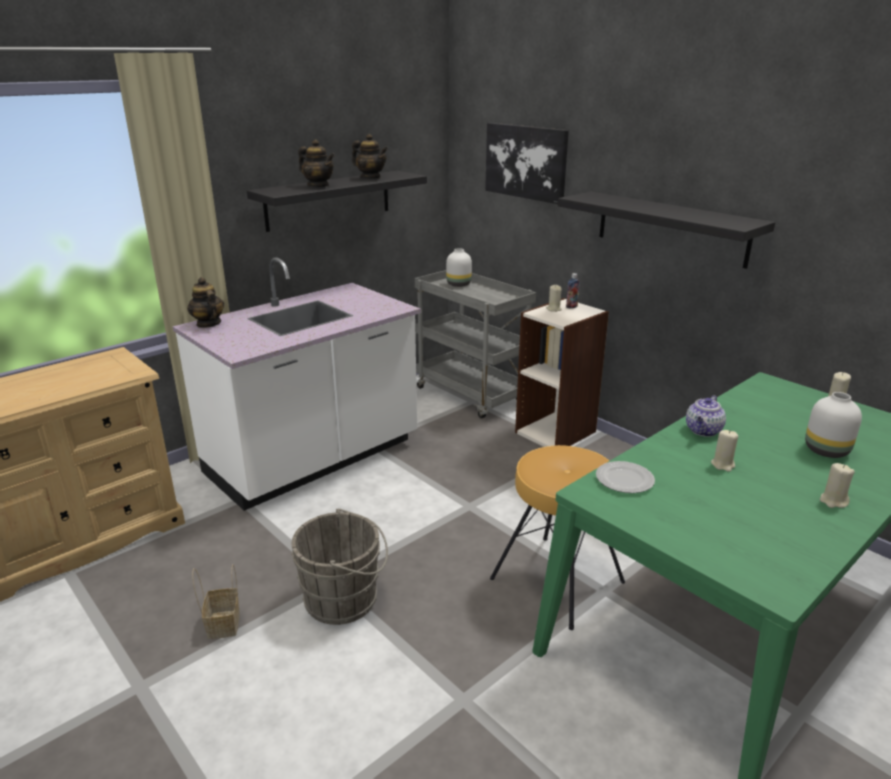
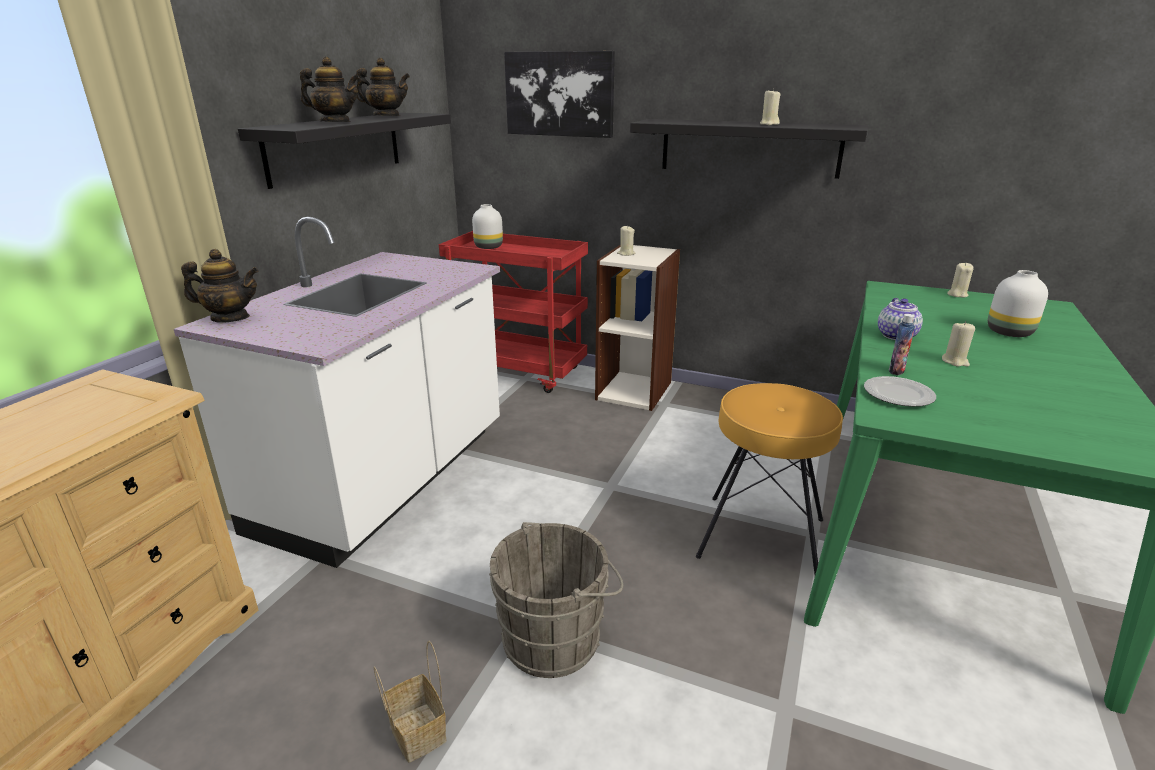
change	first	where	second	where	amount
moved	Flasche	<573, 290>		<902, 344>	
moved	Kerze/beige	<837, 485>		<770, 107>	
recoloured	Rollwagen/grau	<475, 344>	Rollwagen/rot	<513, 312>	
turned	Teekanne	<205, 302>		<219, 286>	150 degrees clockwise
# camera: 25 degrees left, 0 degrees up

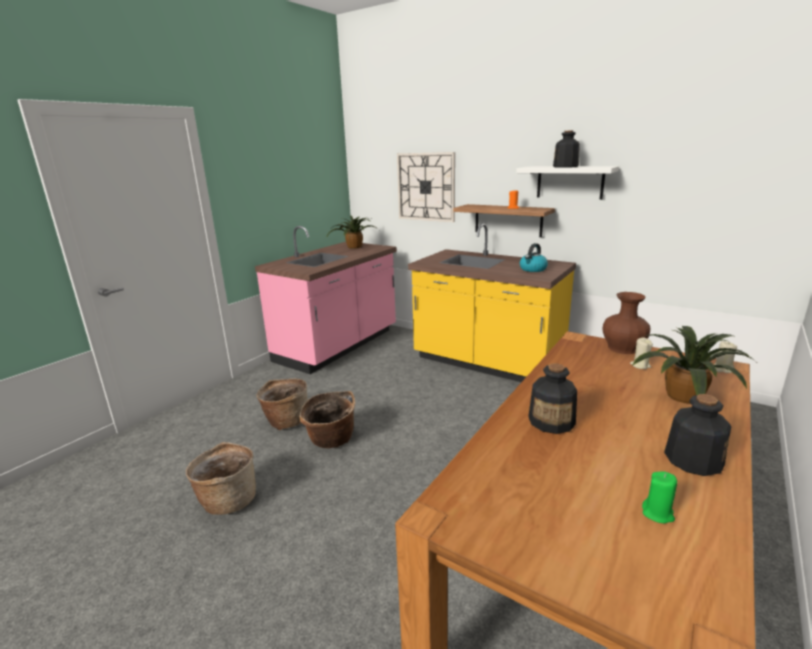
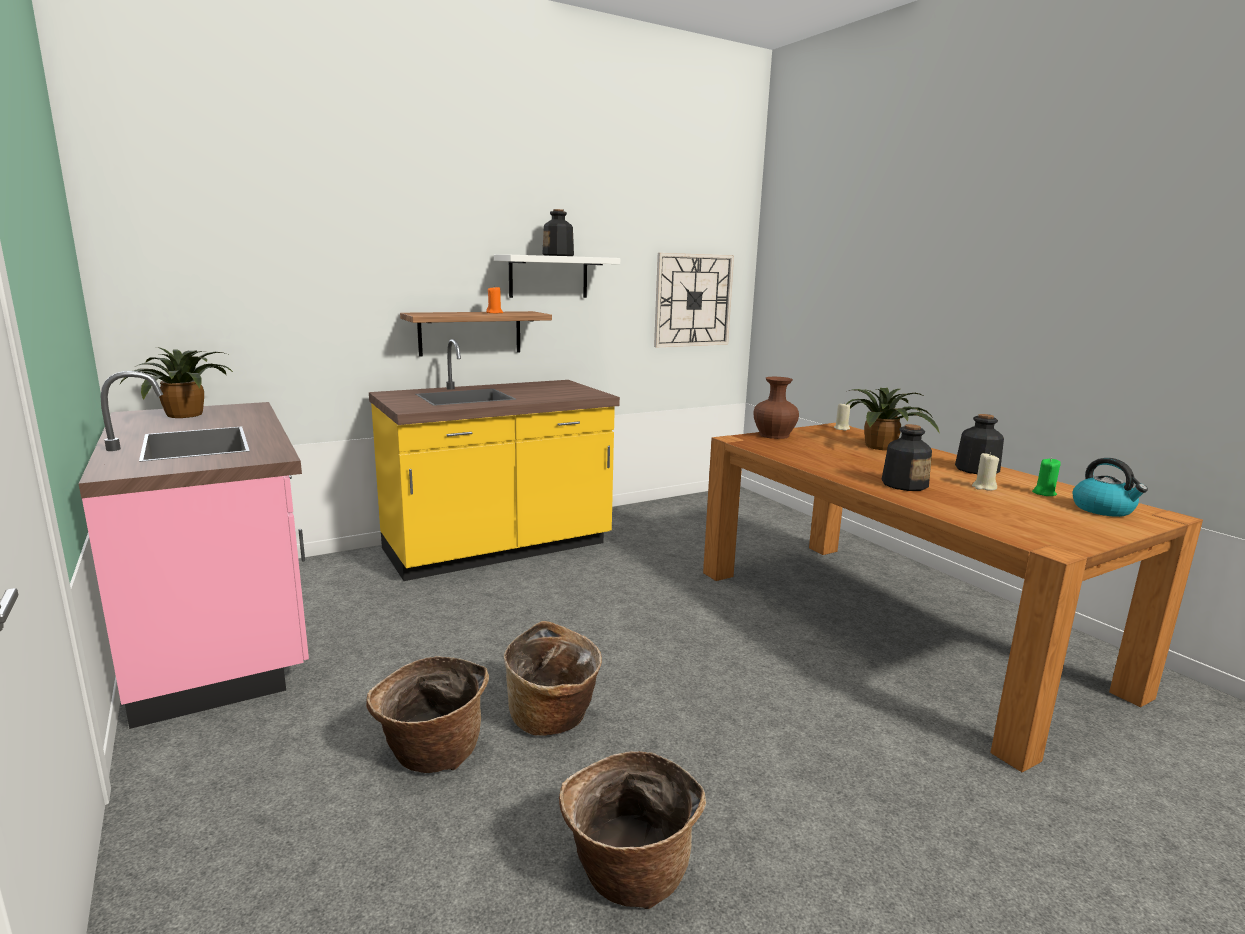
change	first	where	second	where	amount
moved	Wanduhr	<426, 187>		<694, 300>	
moved	Wasserkessel	<534, 257>		<1110, 487>	
moved	Kerze/beige	<641, 353>		<985, 472>	
# camera: 65 degrees left, 5 degrees down

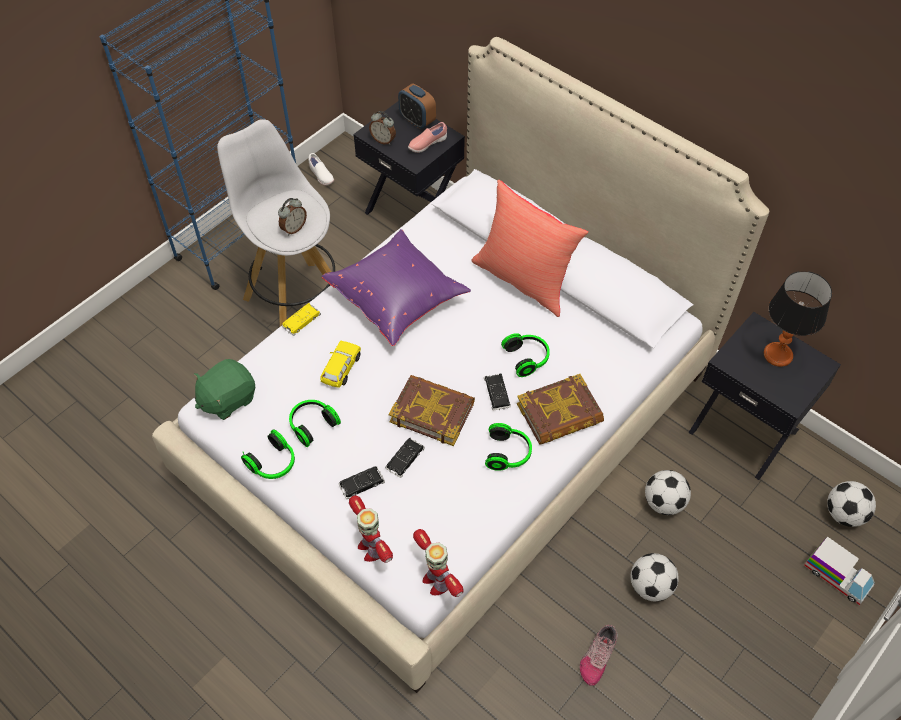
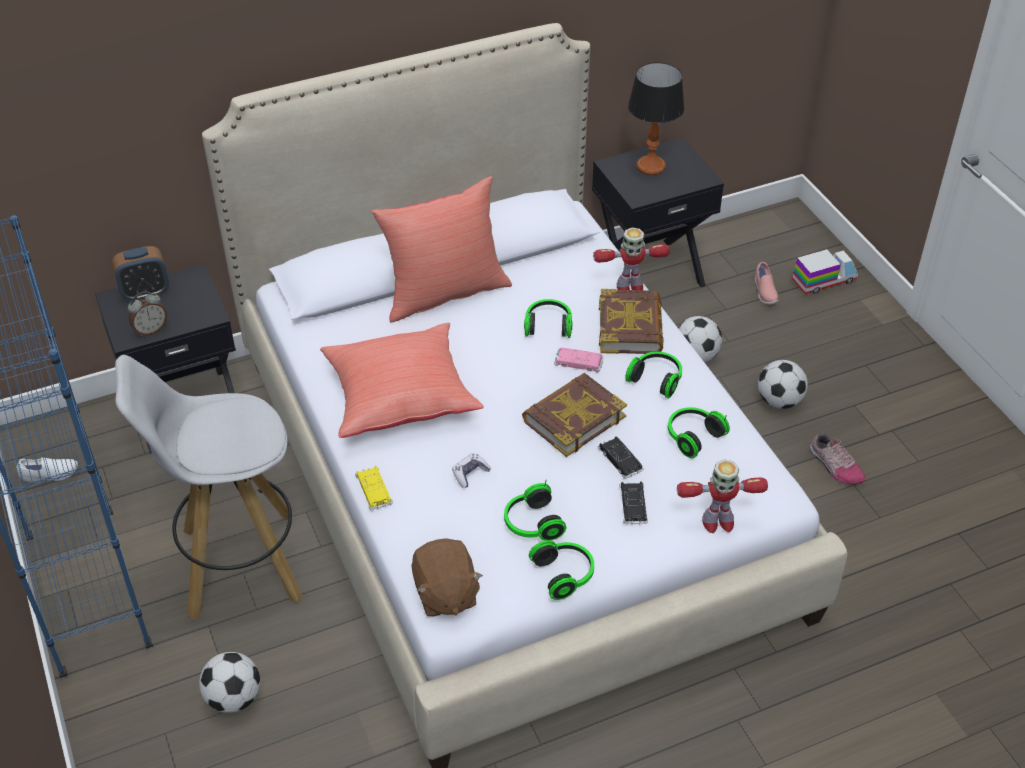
change	first	where	second	where	amount
removed	Wecker	<292, 216>			
added			Kopfhörer	<699, 432>	
moved	Schuh/rosa	<427, 137>		<766, 283>	
moved	Spielzeugroboter	<438, 563>		<631, 259>	
moved	Fußball	<851, 504>		<229, 682>	
replaced	Spielzeugauto/gelb	<340, 364>	Gamepad	<471, 470>	
recoloured	Plüschtier/grün	<224, 389>	Plüschtier/braun	<447, 577>	
recoloured	Kissen/lila	<396, 287>	Kissen/rot	<402, 380>	
recoloured	Spielzeugauto/schwarz	<497, 392>	Spielzeugauto/rosa	<578, 359>	
# camera: 65 degrees left, 10 degrees down

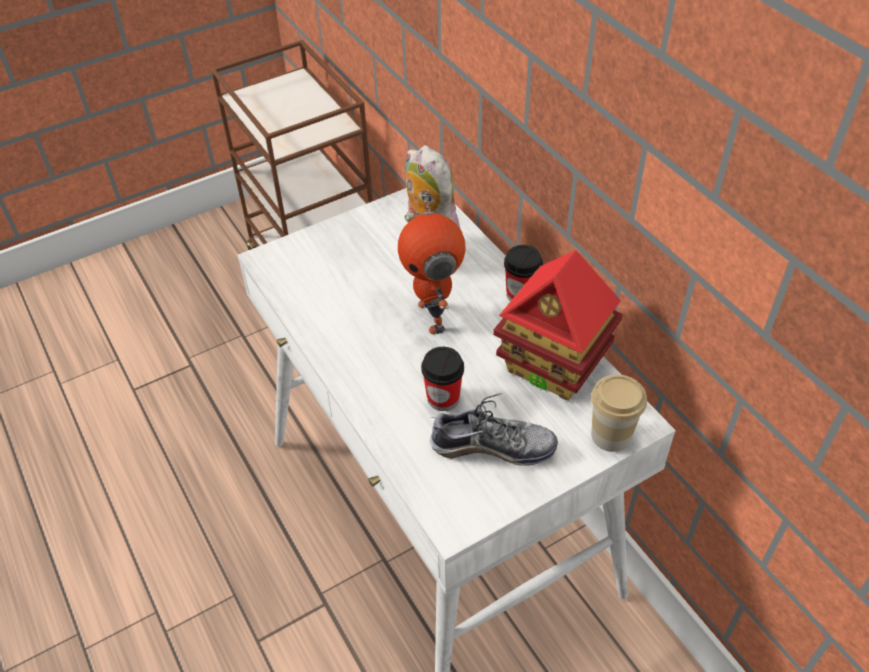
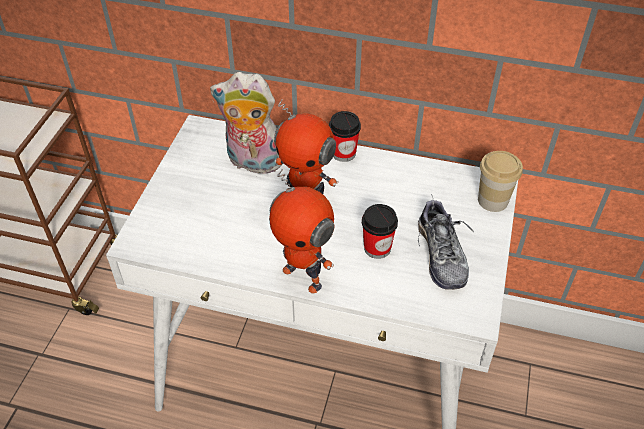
change	first	where	second	where	amount
removed	Spielzeughaus	<558, 325>			
added			Spielzeugroboter	<302, 231>	
turned	Schuh	<494, 429>		<446, 242>	120 degrees clockwise
# camera: 45 degrees left, 0 degrees up

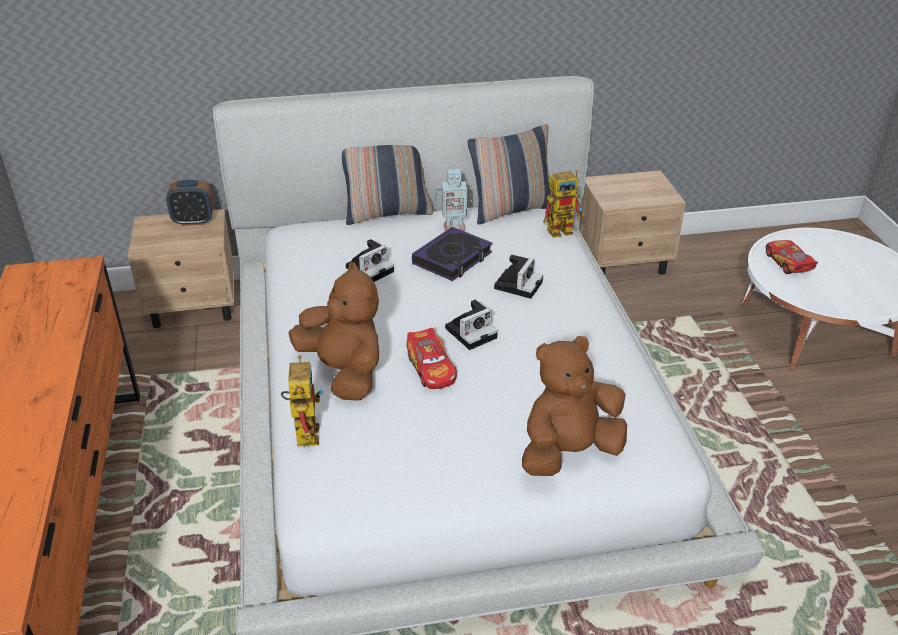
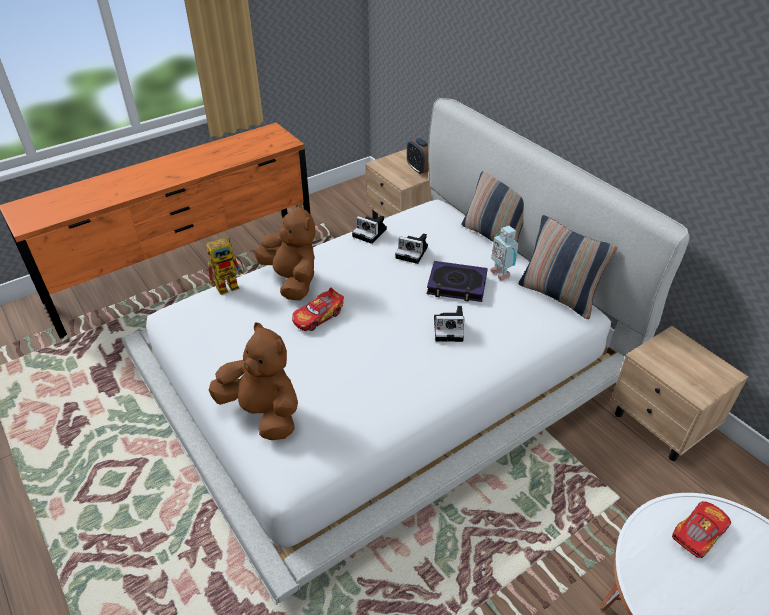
change	first	where	second	where	amount
removed	Spielzeugroboter	<563, 204>			
moved	Kamera	<471, 325>		<369, 229>	
turned	Plüschtier/braun	<334, 331>		<285, 251>	60 degrees counterclockwise
# camera: 65 degrees right, 5 degrees up

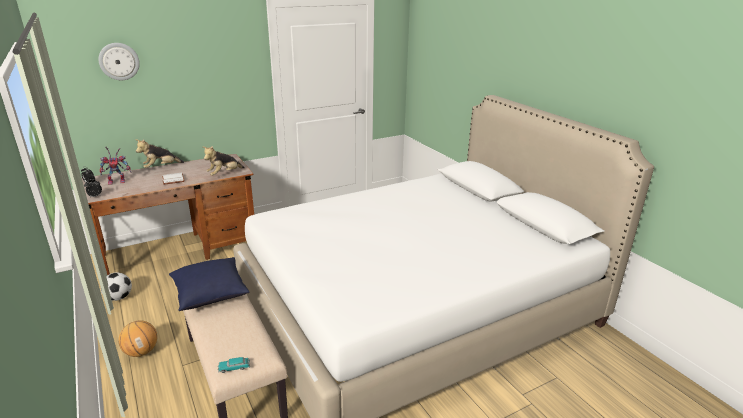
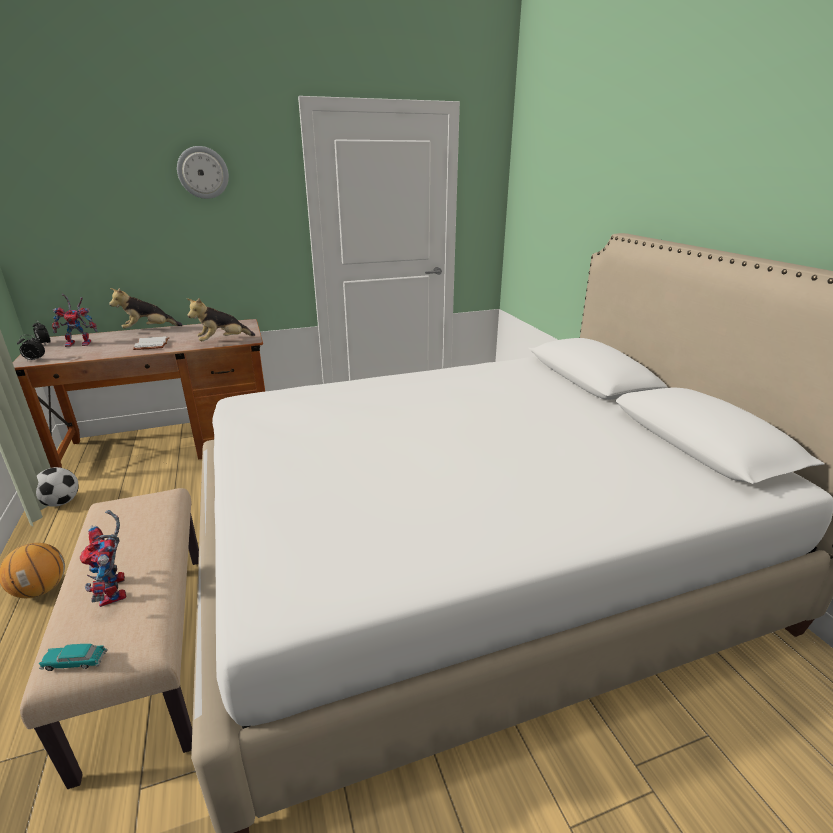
change	first	where	second	where	amount
removed	Kissen/blau	<209, 284>			
added			Spielzeugroboter	<103, 558>	
moved	Wanduhr	<119, 61>		<203, 172>	
# camera: 10 degrees right, 0 degrees up

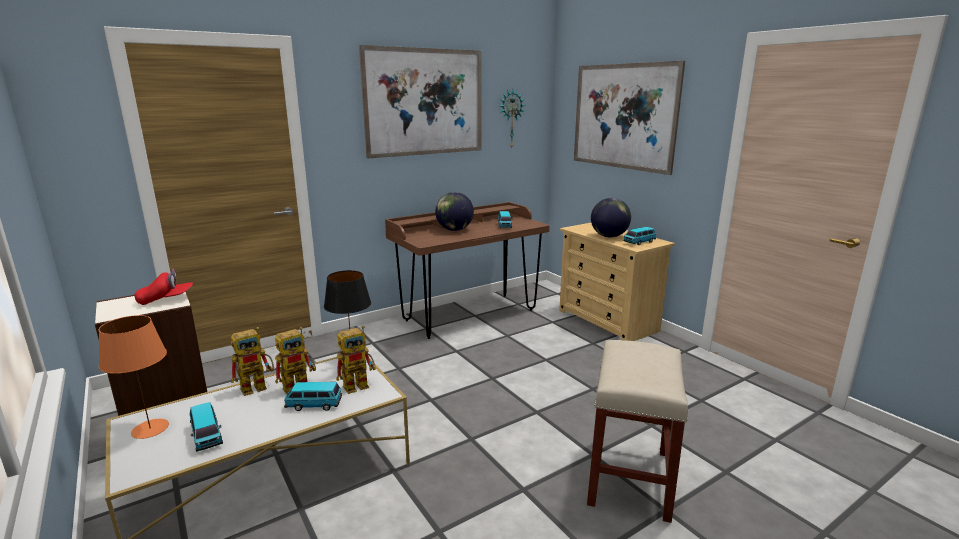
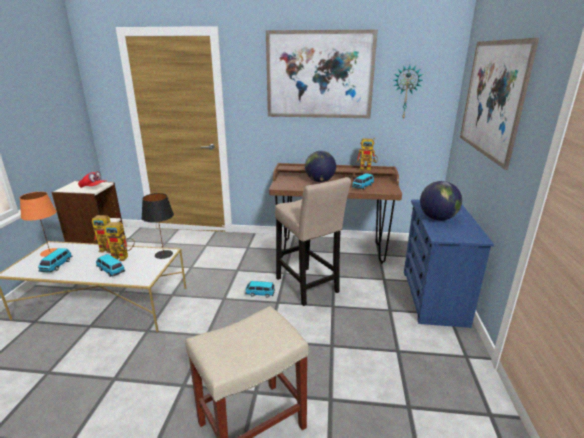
change	first	where	second	where	amount
added			Hocker/beige	<313, 241>	
moved	Spielzeugroboter	<356, 360>		<367, 154>	
moved	Spielzeugauto	<639, 236>		<260, 289>	
recoloured	Kommode/beige	<617, 282>	Kommode/blau	<449, 263>	
# camera: 40 degrees right, 5 degrees up

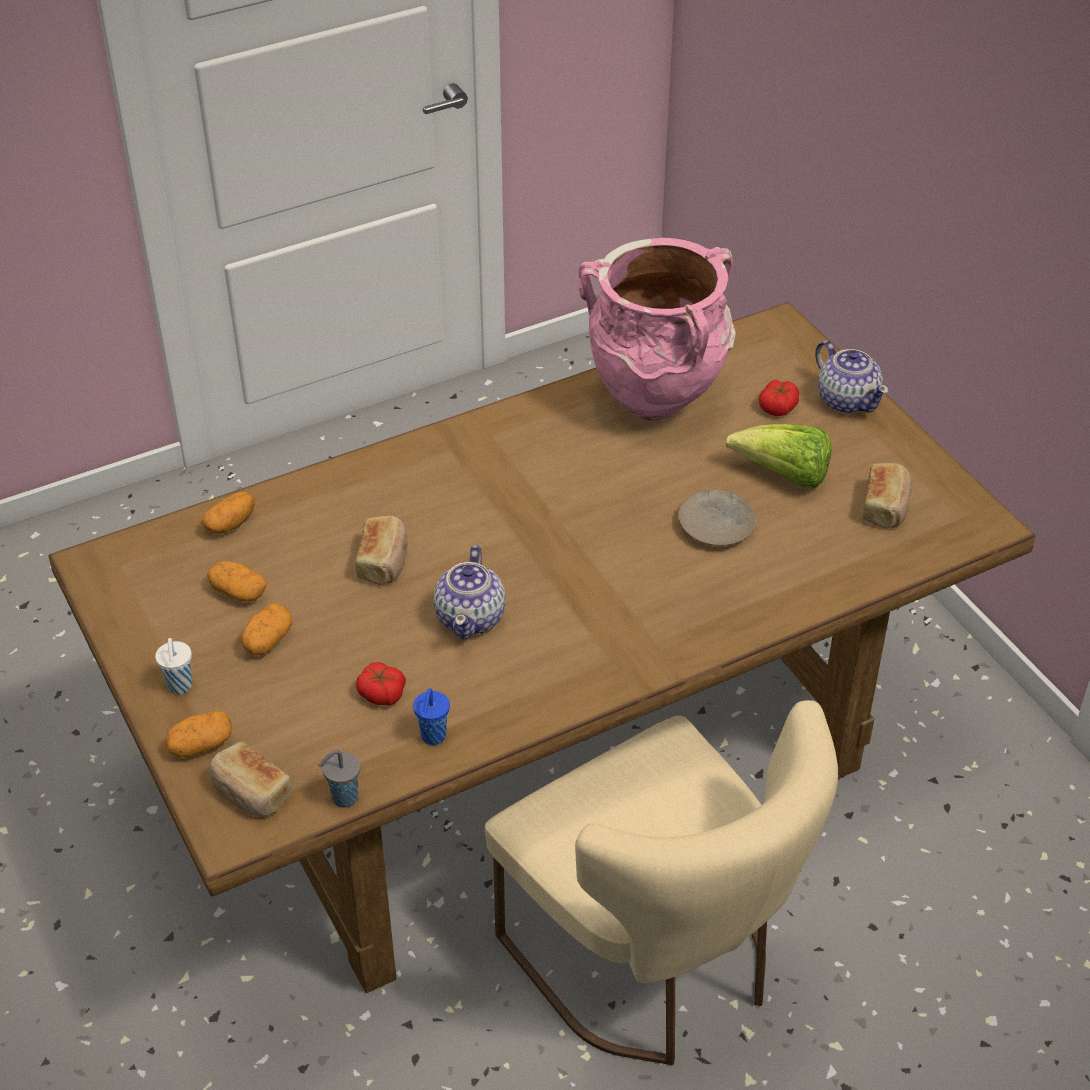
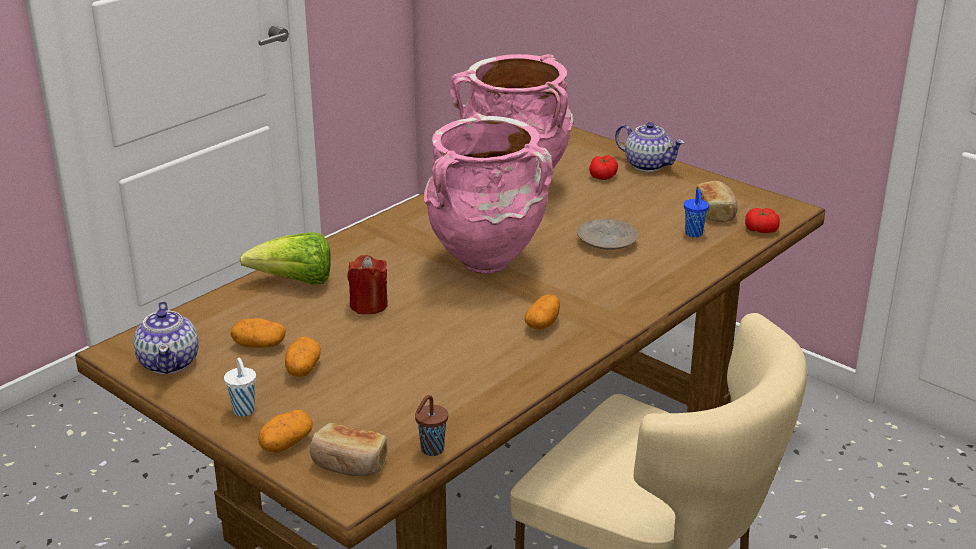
change	first	where	second	where	amount
added			Vase/rosa	<489, 193>	
moved	Kartoffel	<228, 513>		<542, 311>	
moved	Tomate	<381, 684>		<762, 220>	
moved	Tasse/blau	<431, 716>		<696, 213>	
moved	Teekanne	<469, 592>		<166, 337>	
moved	Salatkopf	<778, 456>		<285, 258>	
replaced	Brot	<381, 550>	Kerze/rot	<367, 284>	
recoloured	Tasse/grau	<339, 779>	Tasse/braun	<431, 425>	
# camera: 20 degrees left, 15 degrees down

